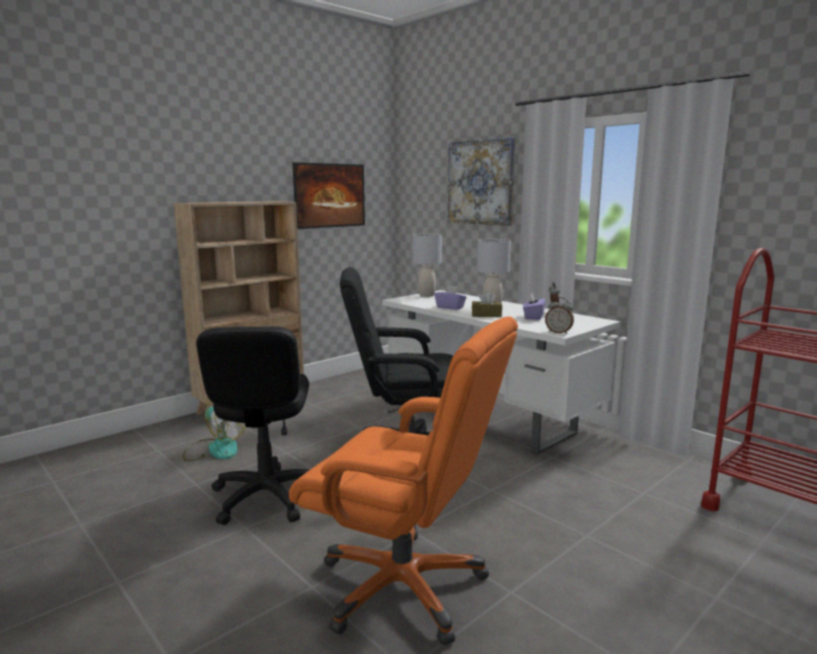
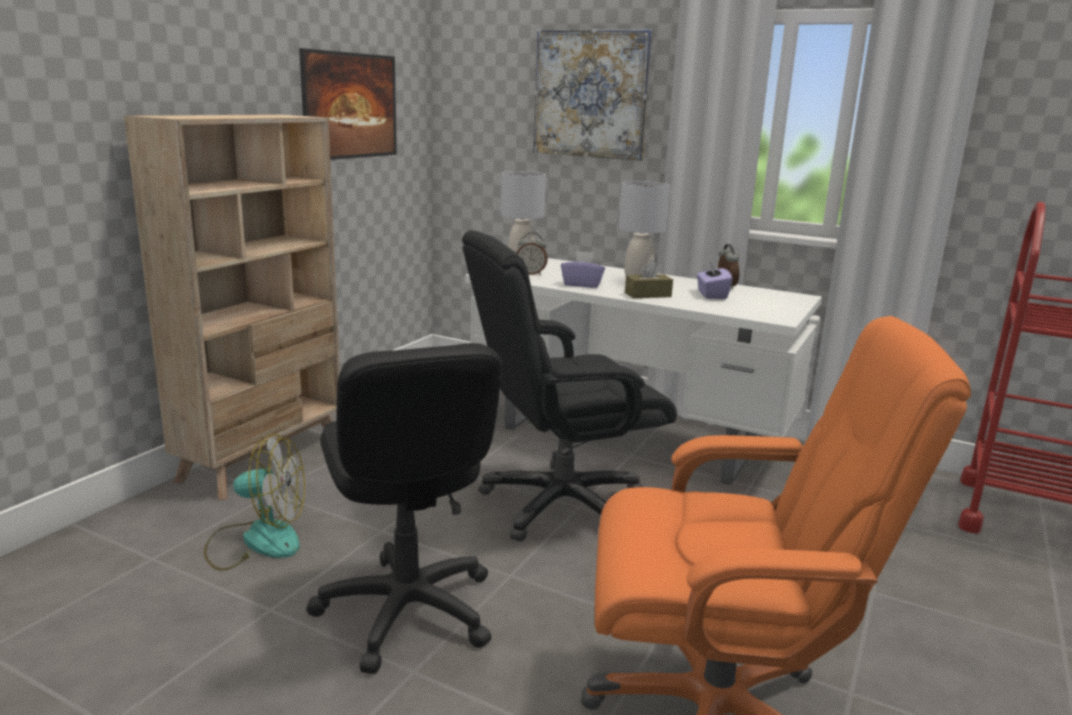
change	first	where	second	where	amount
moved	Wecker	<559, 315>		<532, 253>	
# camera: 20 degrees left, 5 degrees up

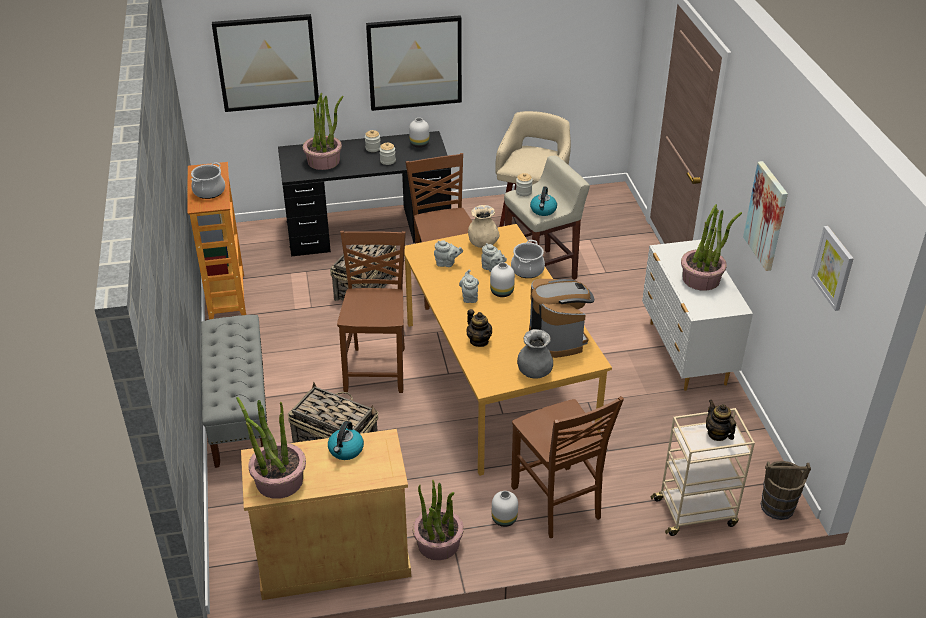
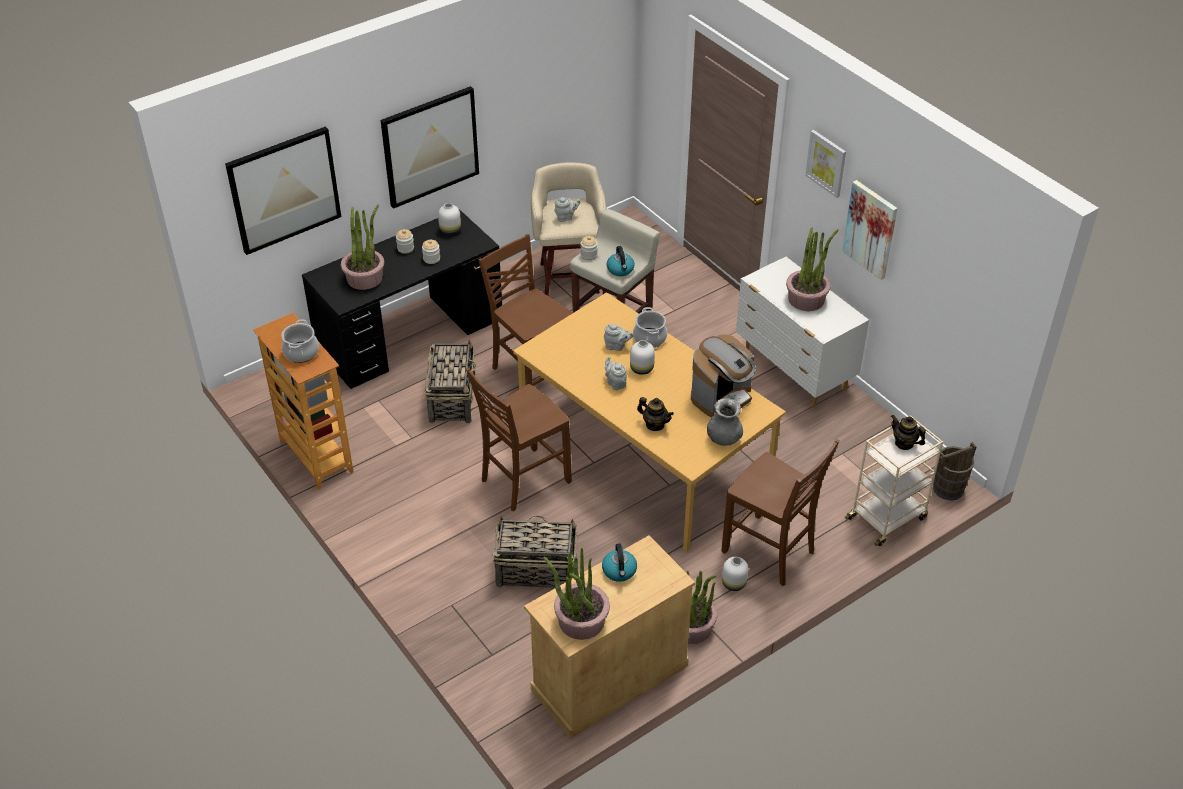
change	first	where	second	where	amount
removed	Bank/grau	<234, 391>			
removed	Vase/beige	<484, 226>			
moved	Teekanne/grau	<448, 253>		<568, 209>	
moved	Bild	<832, 268>		<825, 164>	
turned	Stuhl/braun	<371, 312>		<519, 439>	105 degrees counterclockwise
turned	Kaffeemaschine	<561, 318>		<723, 376>	90 degrees clockwise
# camera: 25 degrees left, 5 degrees up

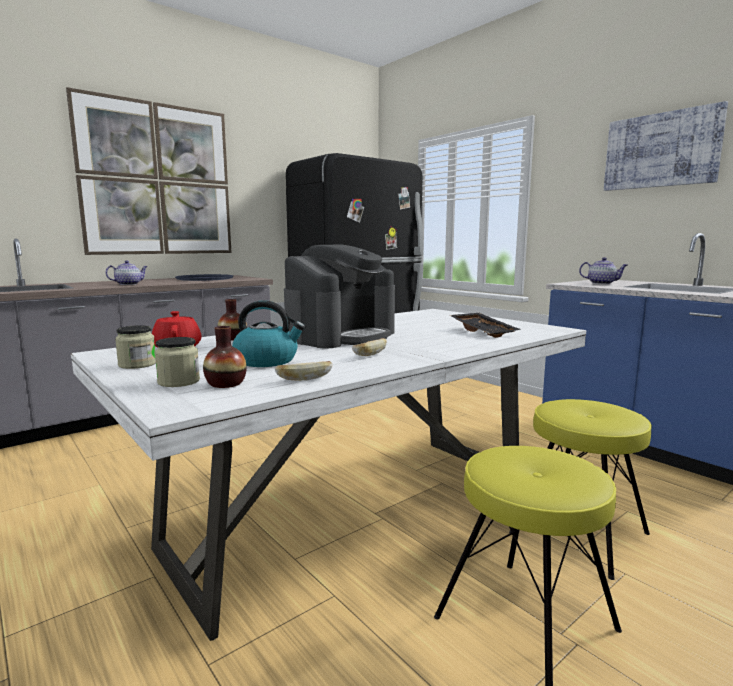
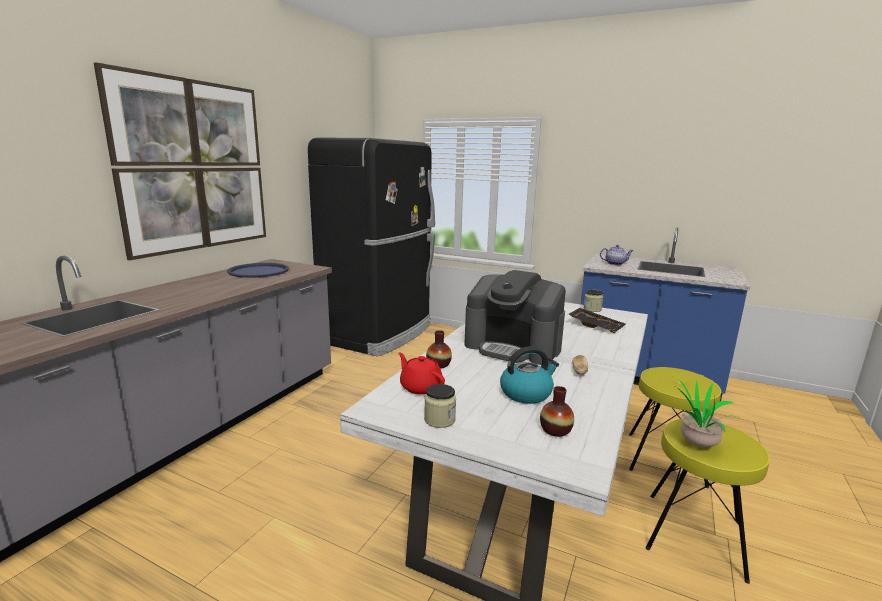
change	first	where	second	where	amount
removed	Teekanne	<126, 272>			
removed	Brot	<303, 371>			
removed	Bild	<666, 146>			
added			Topfpflanze	<704, 413>	
moved	Vorratsglas	<177, 362>		<593, 300>	
turned	Kaffeemaschine	<339, 296>		<515, 317>	105 degrees clockwise
# camera: 25 degrees left, 5 degrees up

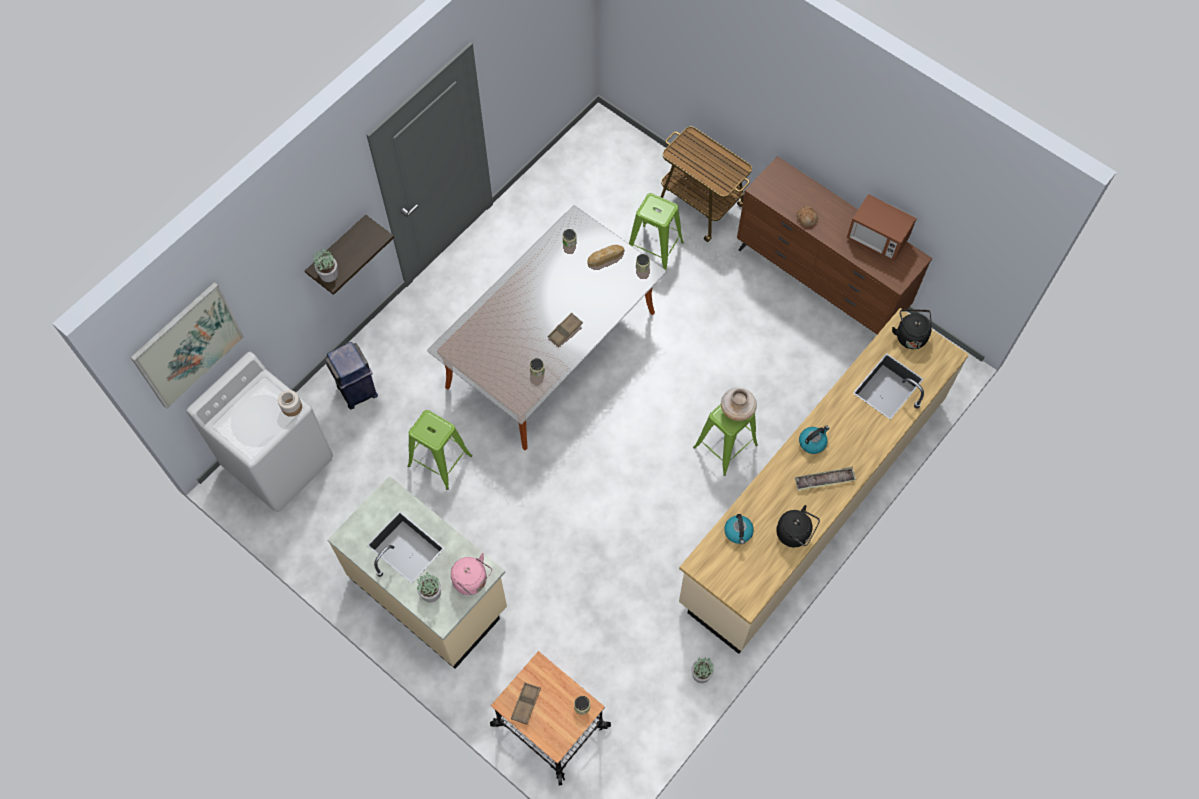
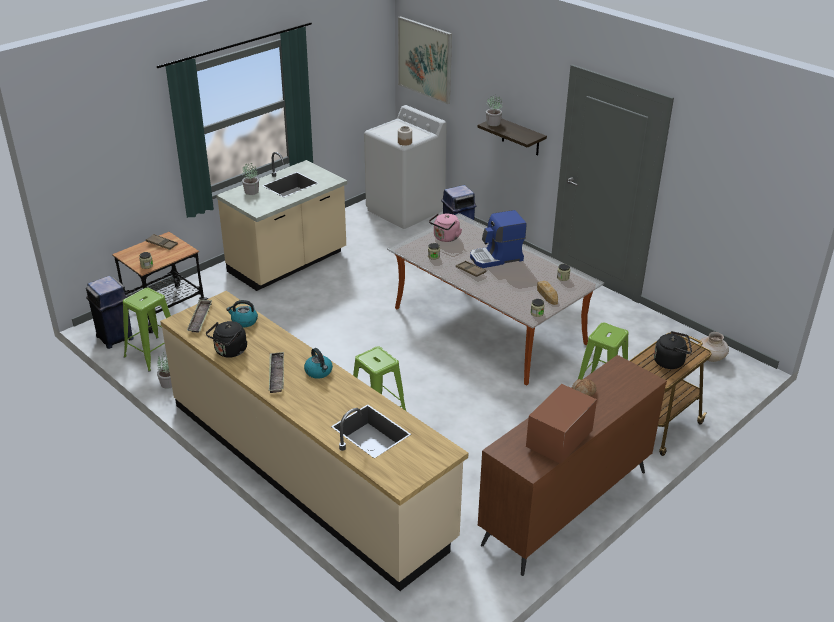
change	first	where	second	where	amount
added			Mülleimer/blau	<110, 312>	
added			Tablett	<199, 316>	
added			Kaffeemaschine	<498, 239>	
moved	Hocker/grün	<440, 450>		<147, 329>	
moved	Wasserkessel/rosa	<471, 574>		<445, 227>	
moved	Vase/beige	<739, 404>		<713, 347>	
moved	Wasserkessel/schwarz	<912, 329>		<673, 350>	
# camera: 95 degrees right, 30 degrees down

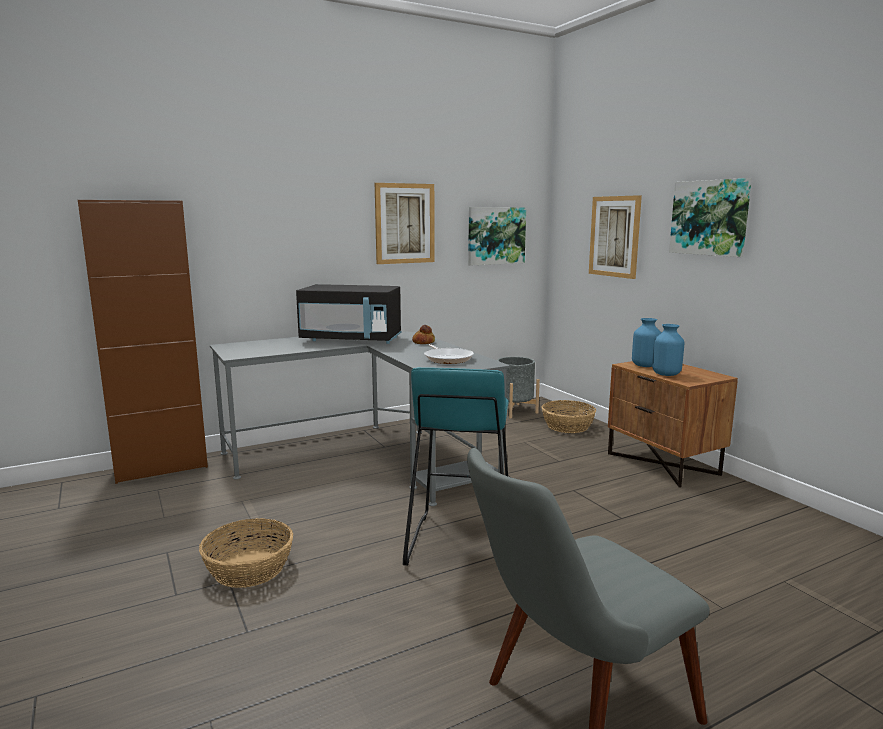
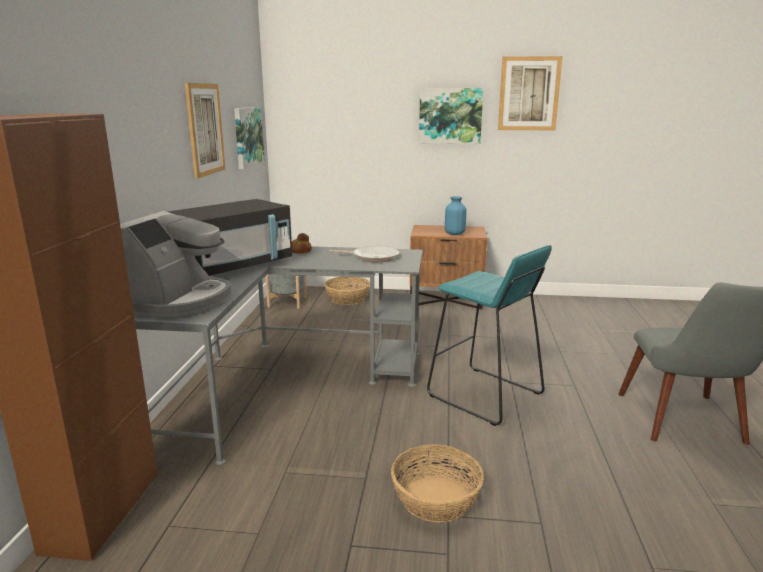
change	first	where	second	where	amount
removed	Vase/blau	<646, 342>			
added			Kaffeemaschine	<175, 264>	
moved	Bild	<615, 237>		<530, 93>	
# camera: 55 degrees left, 5 degrees up

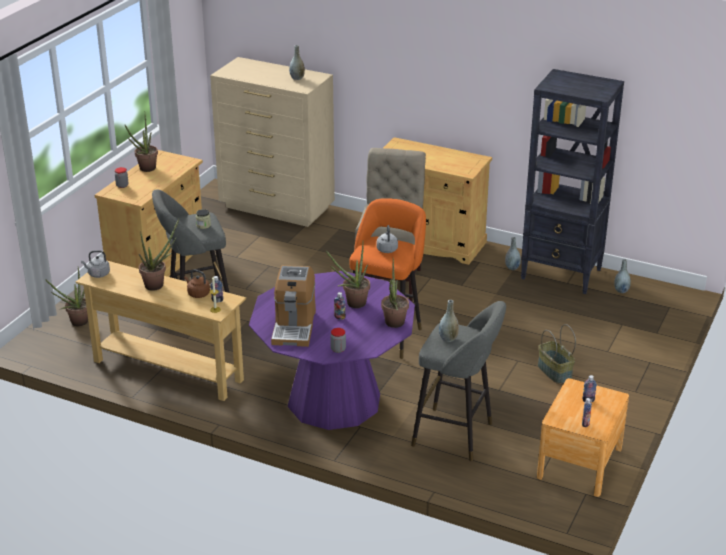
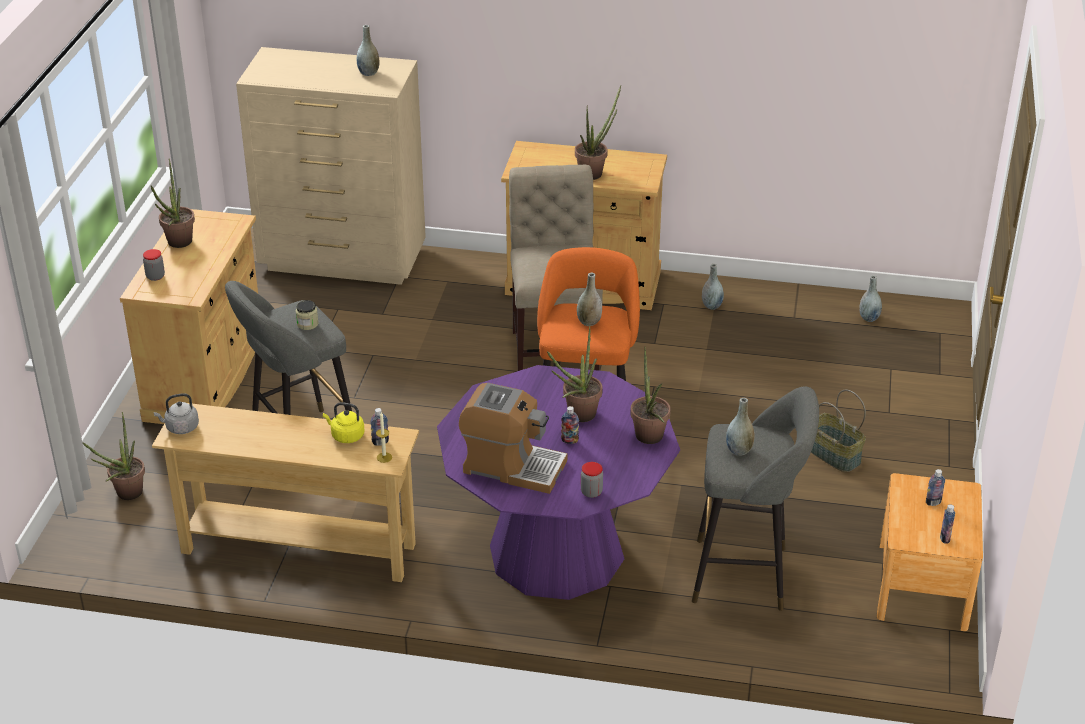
change	first	where	second	where	amount
removed	Bücherregal/schwarz	<572, 181>			
moved	Topfpflanze	<159, 255>		<598, 132>	
replaced	Wasserkessel/grau	<387, 239>	Vase/grau	<589, 299>	
recoloured	Wasserkessel/braun	<197, 284>	Wasserkessel/gelb	<344, 422>	
turned	Kaffeemaschine	<293, 306>		<513, 438>	60 degrees counterclockwise
# camera: 15 degrees left, 5 degrees up

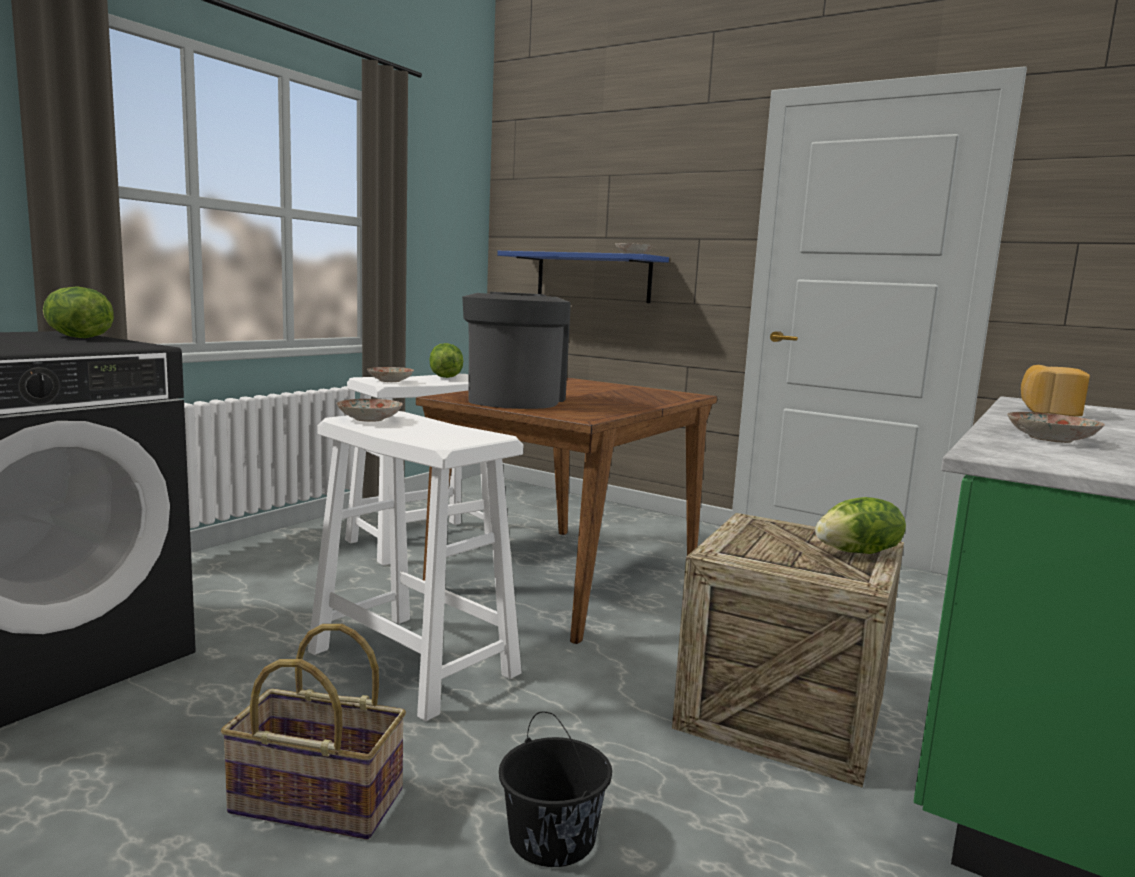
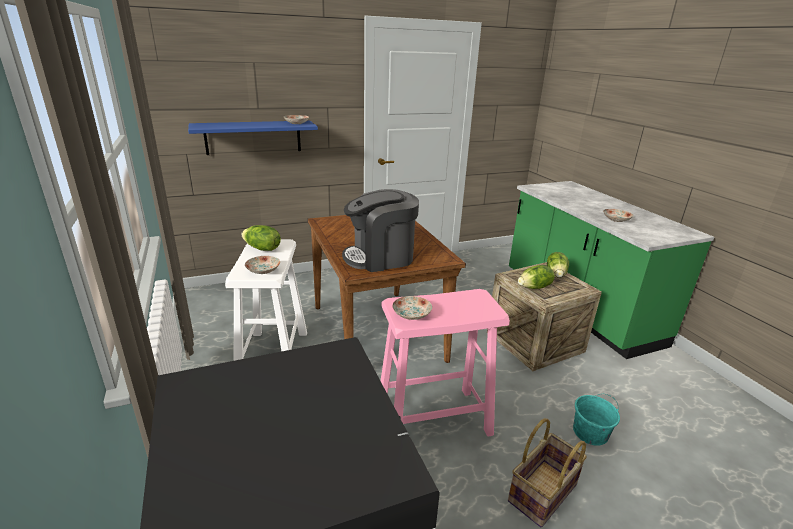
change	first	where	second	where	amount
removed	Brot	<1055, 390>			
moved	Salatkopf	<78, 312>		<536, 277>	
recoloured	Hocker/weiß	<415, 566>	Hocker/rosa	<445, 362>	
recoloured	Eimer/schwarz	<555, 789>	Eimer/türkis	<596, 420>	
turned	Kaffeemaschine	<516, 350>		<380, 230>	60 degrees counterclockwise
# camera: 55 degrees left, 15 degrees up

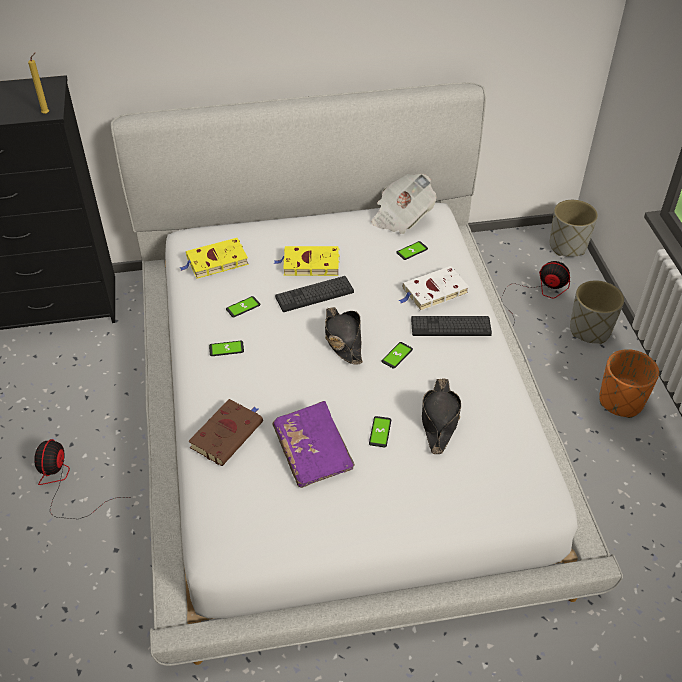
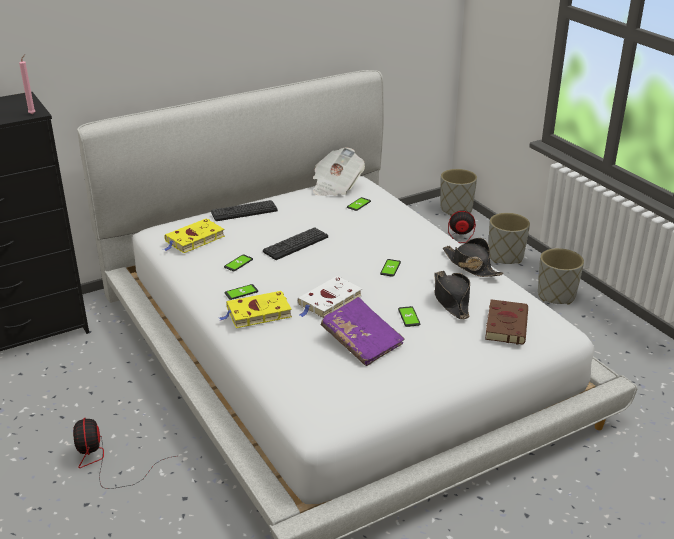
change	first	where	second	where	amount
moved	Buch/braun	<225, 432>		<506, 322>	
moved	Buch/gelb	<306, 261>		<256, 309>	
moved	Hut/schwarz	<344, 336>		<473, 257>	
moved	Buch/weiß	<433, 288>		<329, 297>	
moved	Tastatur	<451, 326>		<244, 210>	
recoloured	Kerze/gelb	<38, 83>	Kerze/rosa	<27, 84>	
recoloured	Pflanzkübel/orange	<629, 383>	Pflanzkübel/grau	<561, 276>	
# camera: 20 degrees left, 15 degrees down

